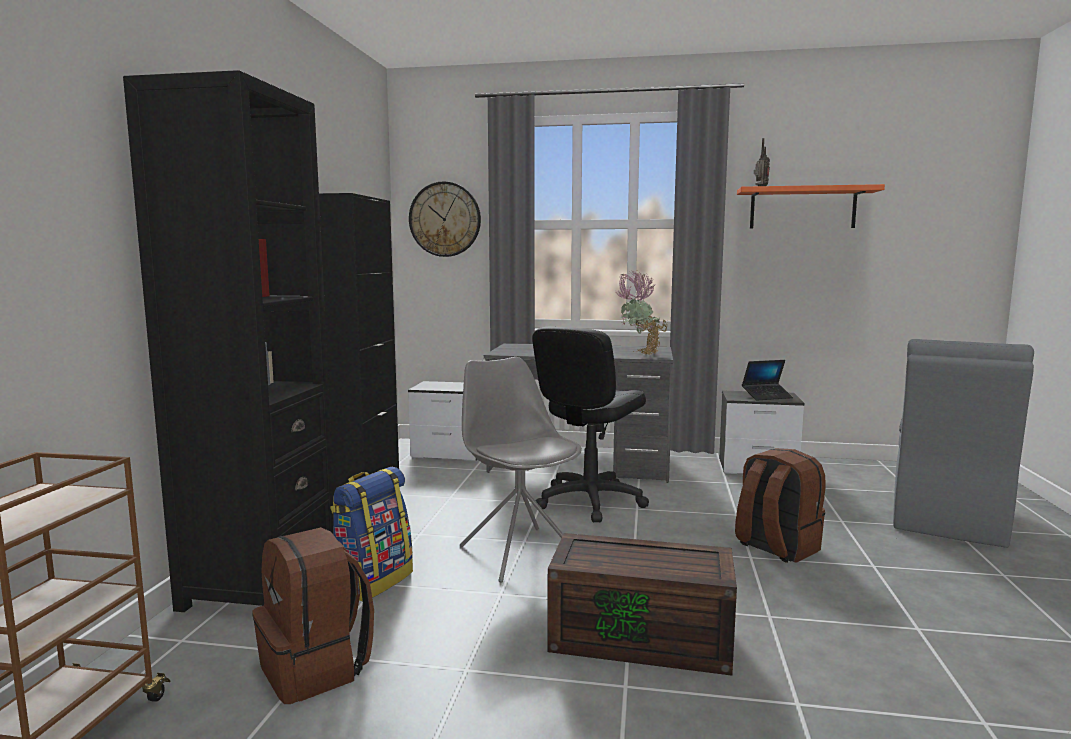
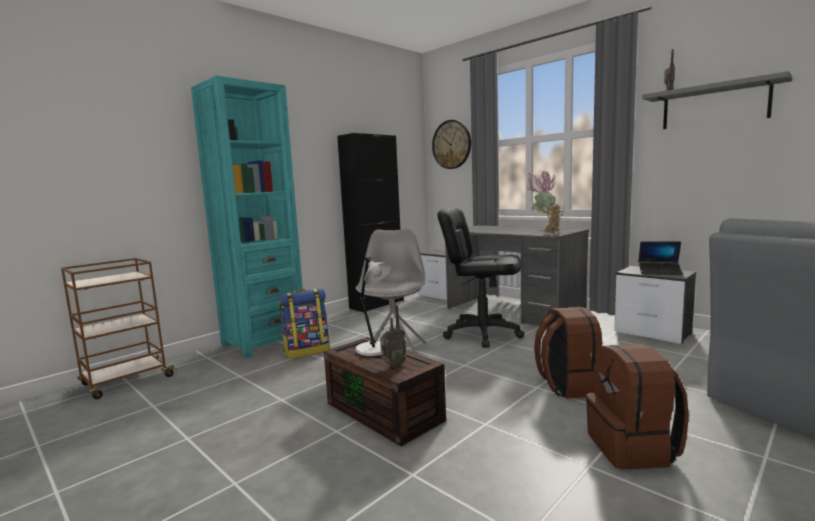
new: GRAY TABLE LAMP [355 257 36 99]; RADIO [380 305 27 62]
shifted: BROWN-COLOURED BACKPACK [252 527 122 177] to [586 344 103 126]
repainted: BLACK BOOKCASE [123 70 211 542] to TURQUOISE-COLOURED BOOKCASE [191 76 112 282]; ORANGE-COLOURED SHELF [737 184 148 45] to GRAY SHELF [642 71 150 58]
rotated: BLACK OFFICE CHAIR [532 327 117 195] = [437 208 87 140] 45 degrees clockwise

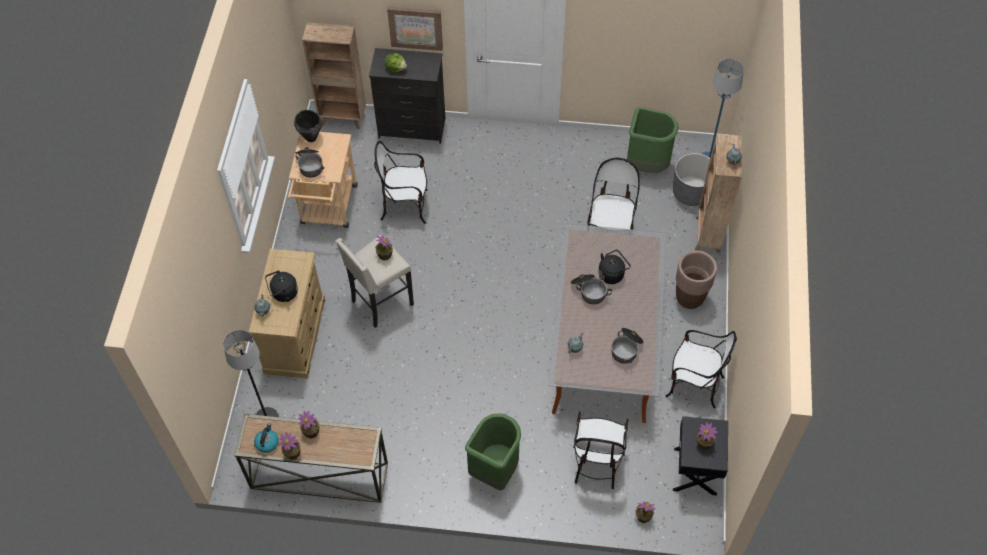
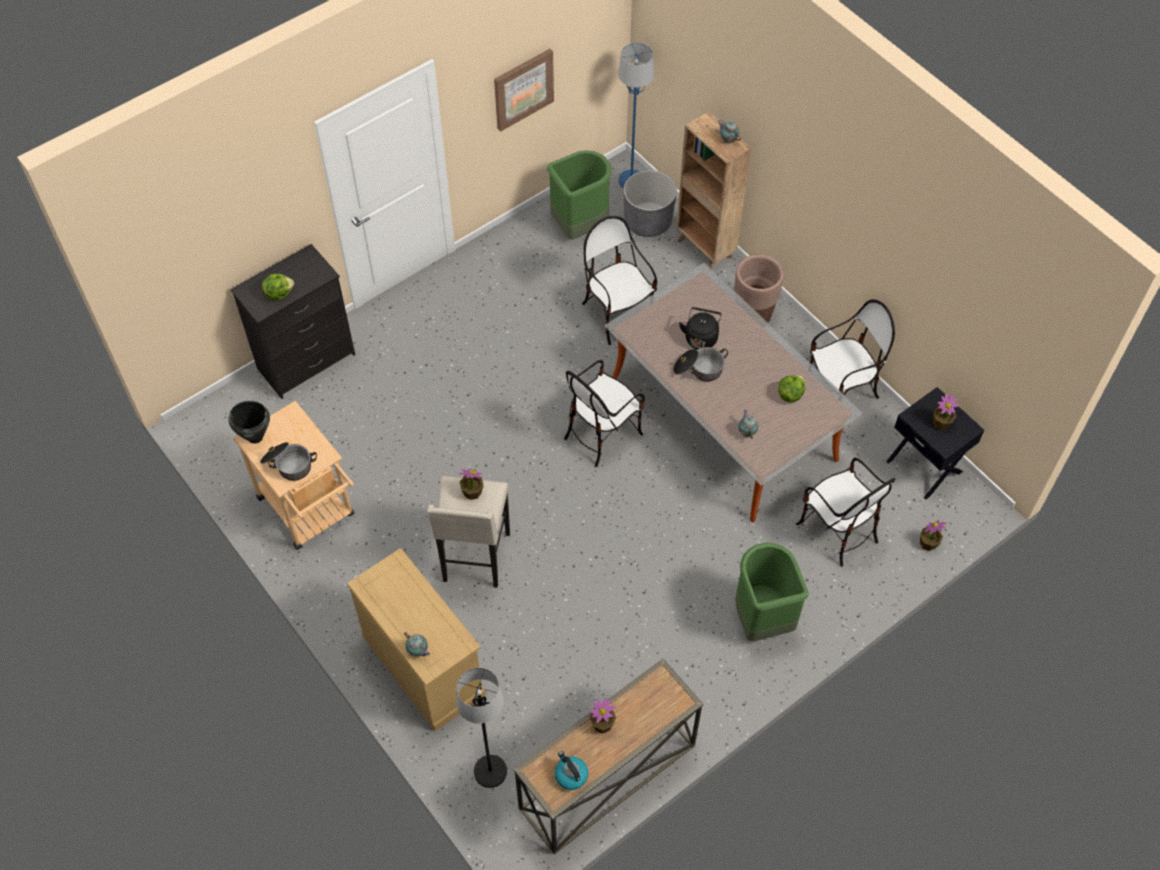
gone: BLACK KETTLE [265 270 33 32]; PLANT IN A POT [279 432 22 28]; BROWN-COLOURED BOOKCASE [302 23 64 106]
shifted: CHAIR [374 141 53 83] to [564 360 81 107]; PICTURE [387 7 56 44] to [494 49 60 83]
swapped: STOCKPOT [611 328 33 36] to LETTUCE [778 375 27 28]

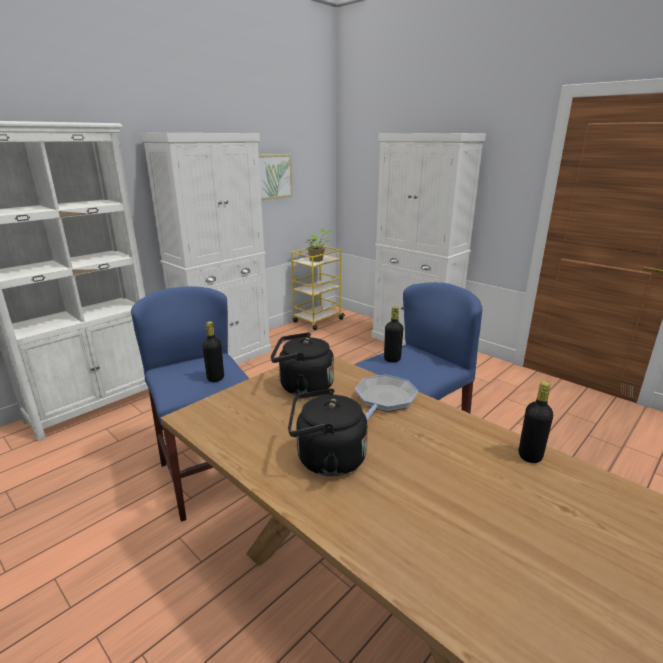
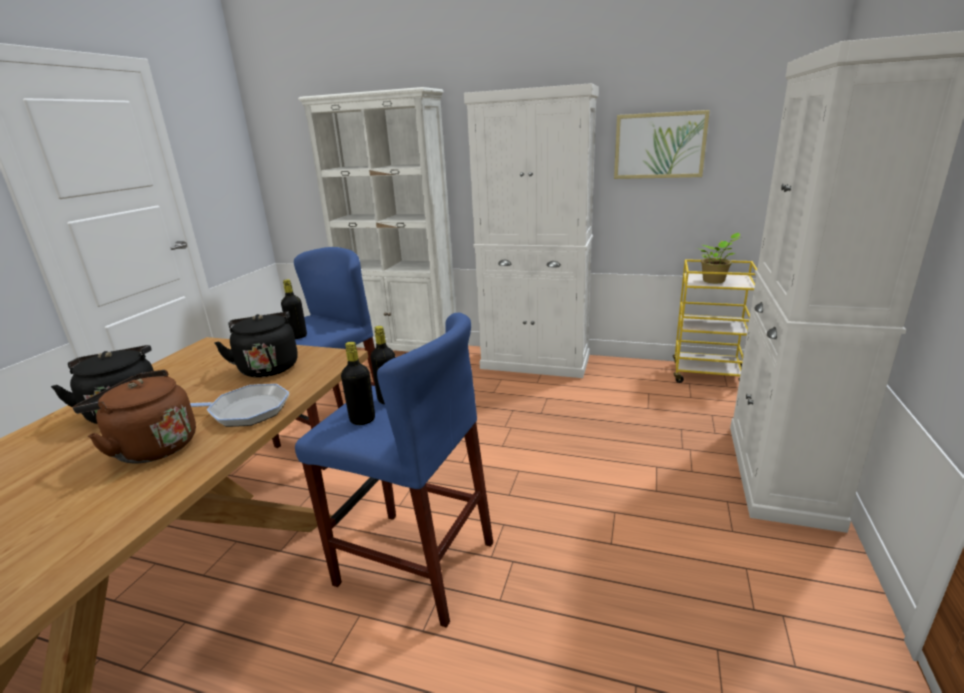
new: BROWN-COLOURED KETTLE [73 369 123 94]
shifted: BLACK BOTTLE [519 381 34 82] to [341 342 34 83]

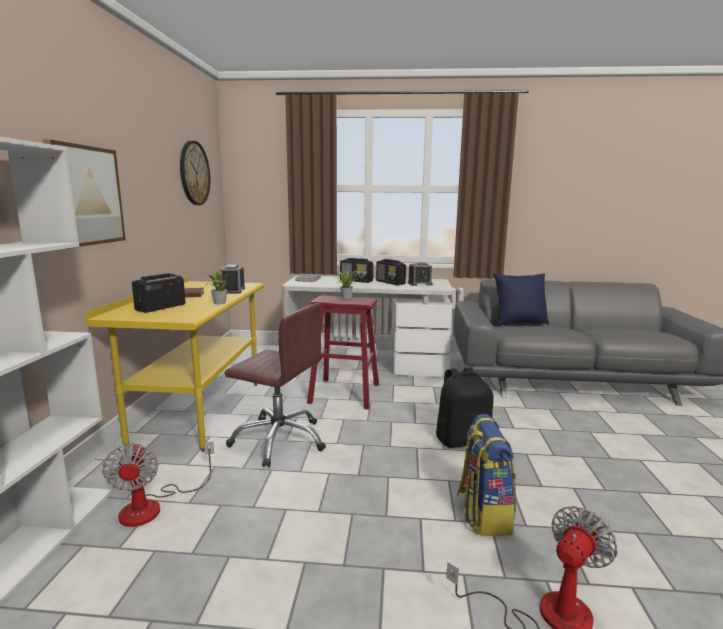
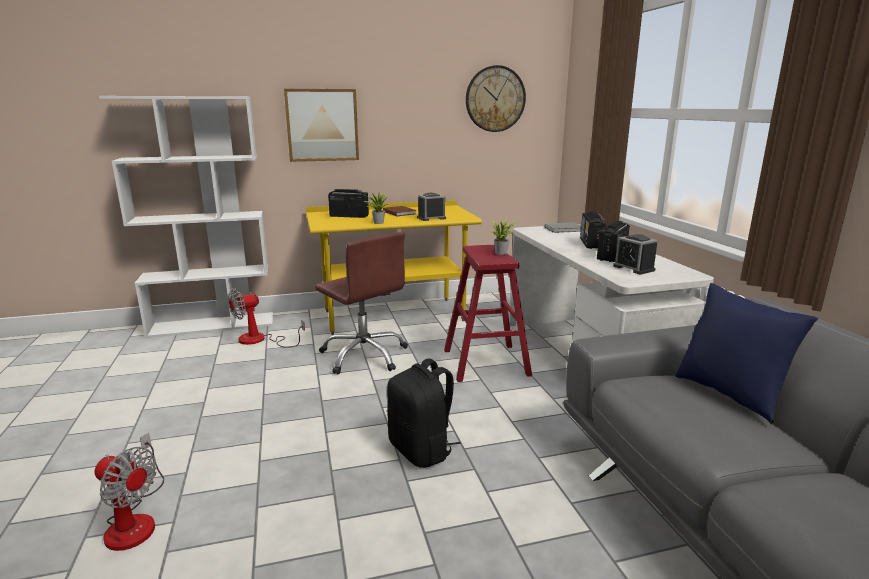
gone: BACKPACK [457 414 59 122]
rotated: BROWN-COLOURED OFFICE CHAIR [225 303 101 164] = [315 232 93 142] 45 degrees counterclockwise

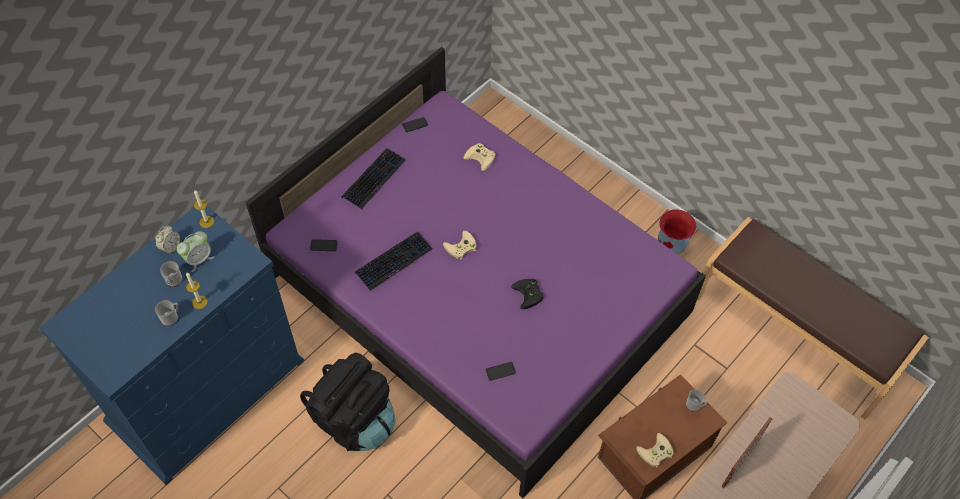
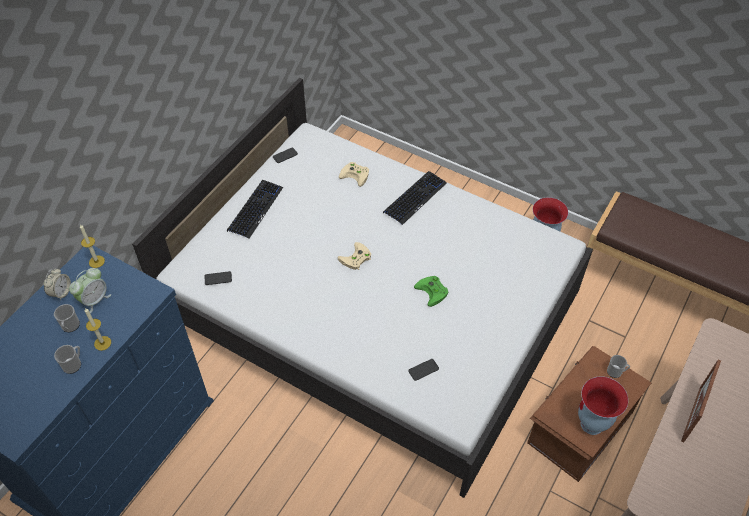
gone: BLACK BACKPACK [300 353 95 98]
shifted: KEYBOARD [354 232 78 58] to [383 171 63 54]
swapped: BEIGE-COLOURED JOYPAD [636 433 38 35] to FLOWER VASE [578 376 50 59]
repainted: PURPLISH BEDROOM BED [246 47 460 451] to WHITE BEDROOM BED [132 78 461 420]; BLACK JOYPAD [511 279 33 30] to GREENISH JOYPAD [414 276 34 31]

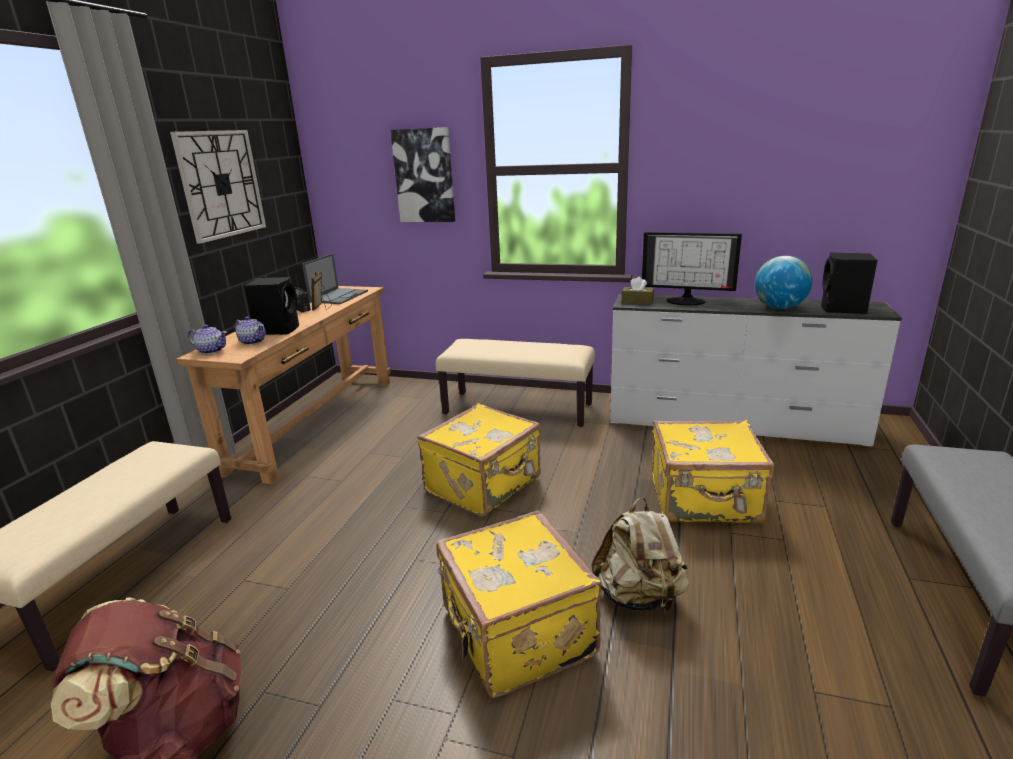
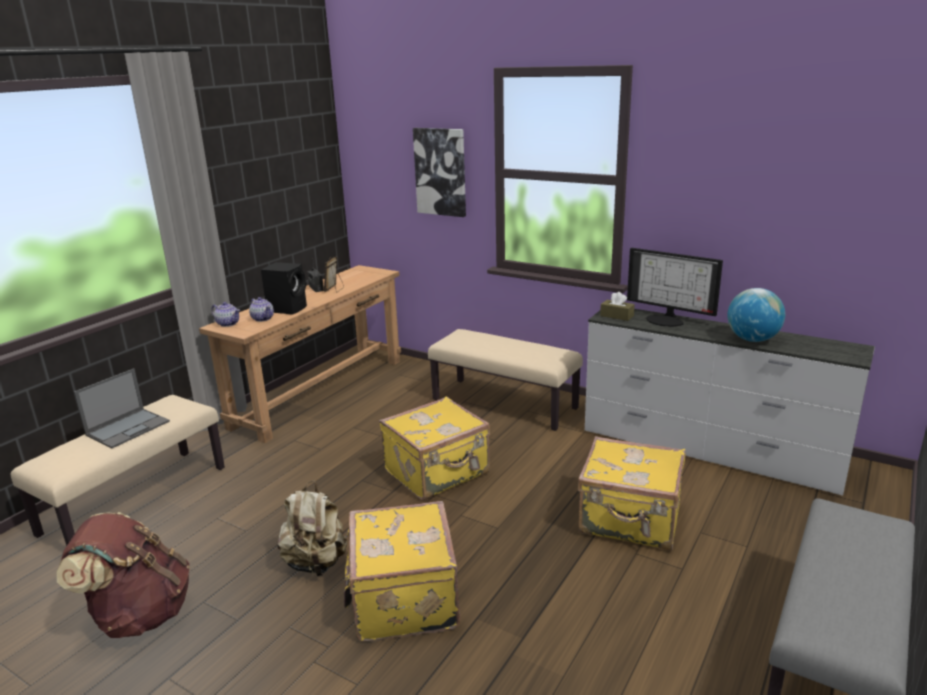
gone: CLOCK ON THE WALL [170 130 96 114]; BLACK LOUDSPEAKER [821 252 56 62]
shifted: PORTABLE COMPUTER [302 253 66 51] to [74 368 96 80]; BEIGE-COLOURED BACKPACK [592 497 97 115] to [277 481 70 95]

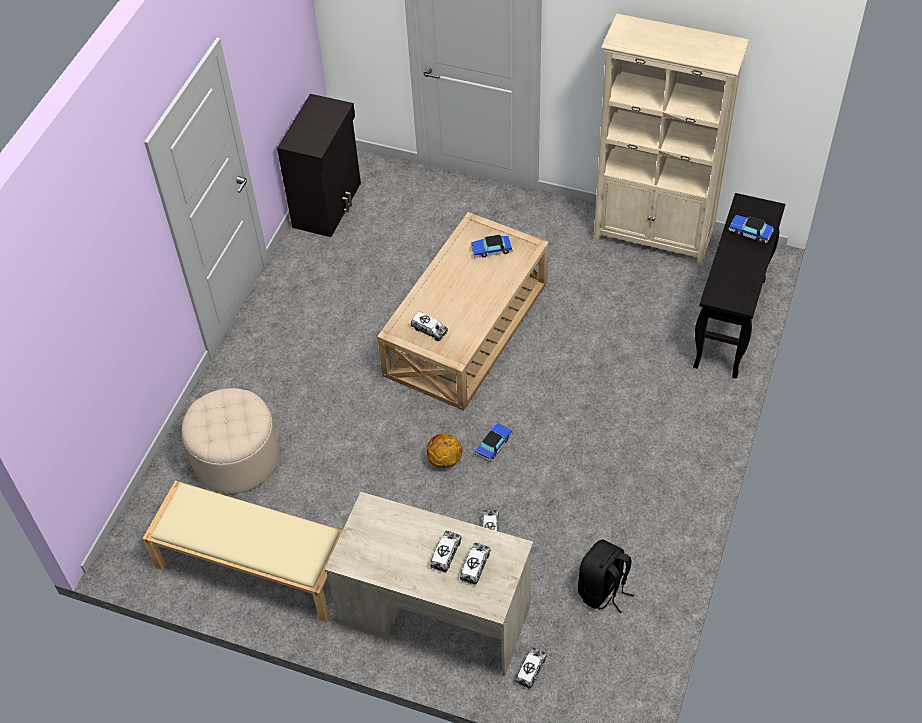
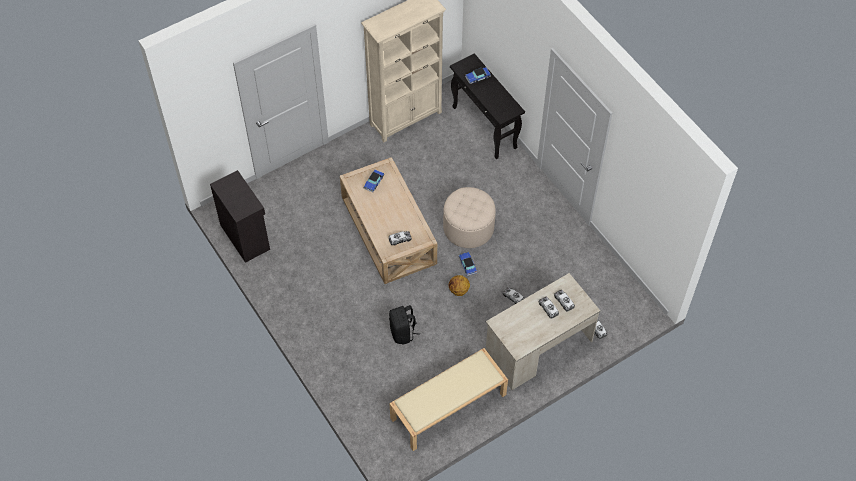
shifted: BEIGE-COLOURED FOOTREST [181 388 98 106] to [443 187 53 61]; BLACK BACKPACK [578 540 56 73] to [389 305 31 39]

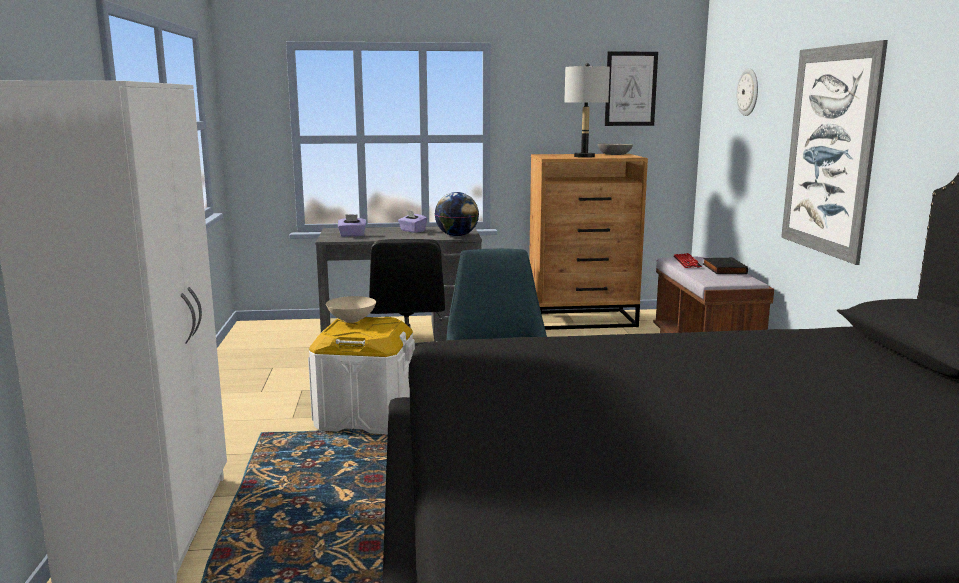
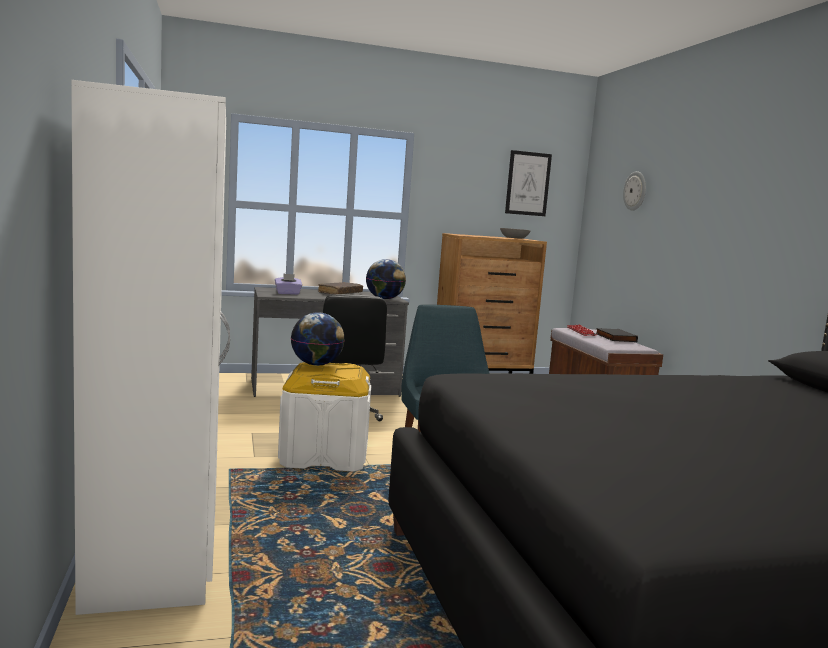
gone: GRAY TABLE LAMP [564 63 46 95]; PICTURE [781 40 107 225]
swapped: BEIGE-COLOURED SERVING BOWL [326 296 50 27] to DESK GLOBE [291 312 54 54]; PURPLISH TISSUE HOLDER [398 210 29 23] to BROWN-COLOURED VOLUME [318 282 45 12]

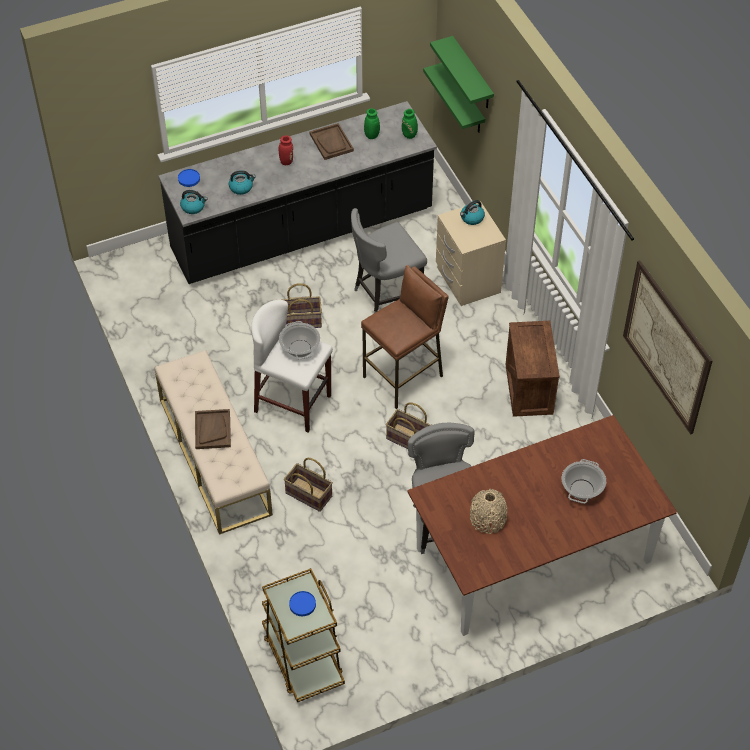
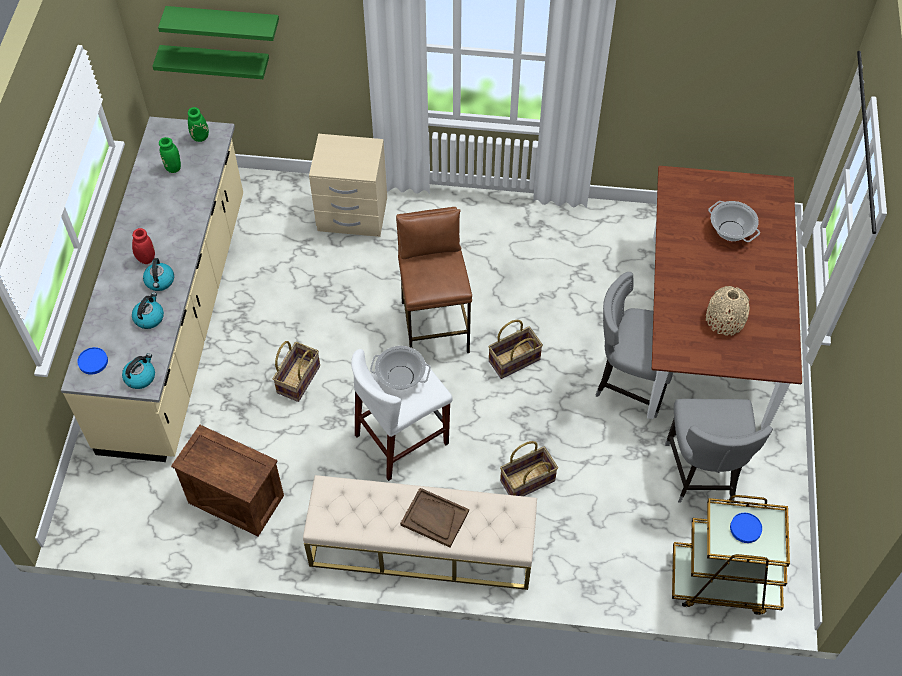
gone: BROWN-COLOURED SERVING TRAY [310 123 44 37]; PICTURE [623 260 90 175]
shifted: GRAY CHAIR [351 208 76 105] to [665 399 108 104]; KETTLE [460 200 25 25] to [143 258 31 33]; CRATE [505 321 55 96] to [171 425 113 111]
repainted: BLACK KITCHEN COUNTER [158 101 279 183] to BEIGE-COLOURED KITCHEN COUNTER [61 117 182 345]

